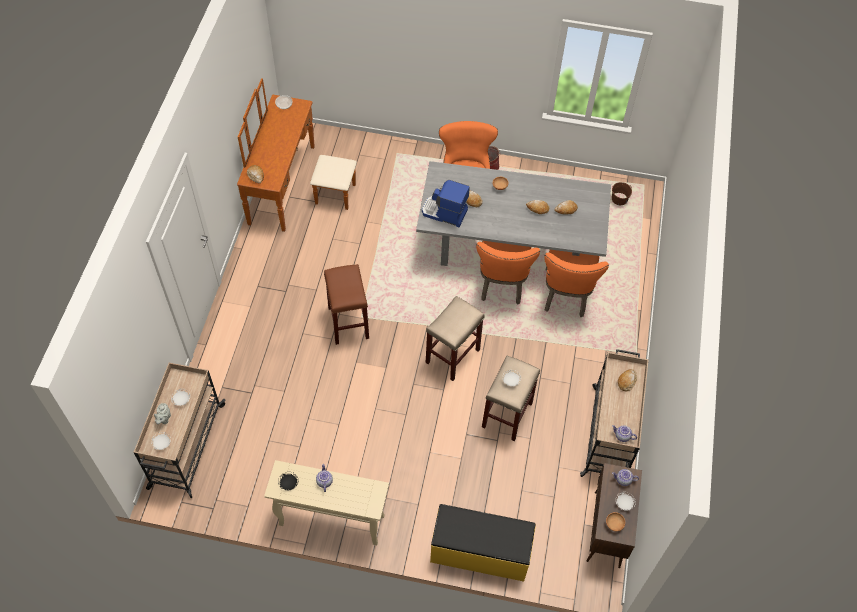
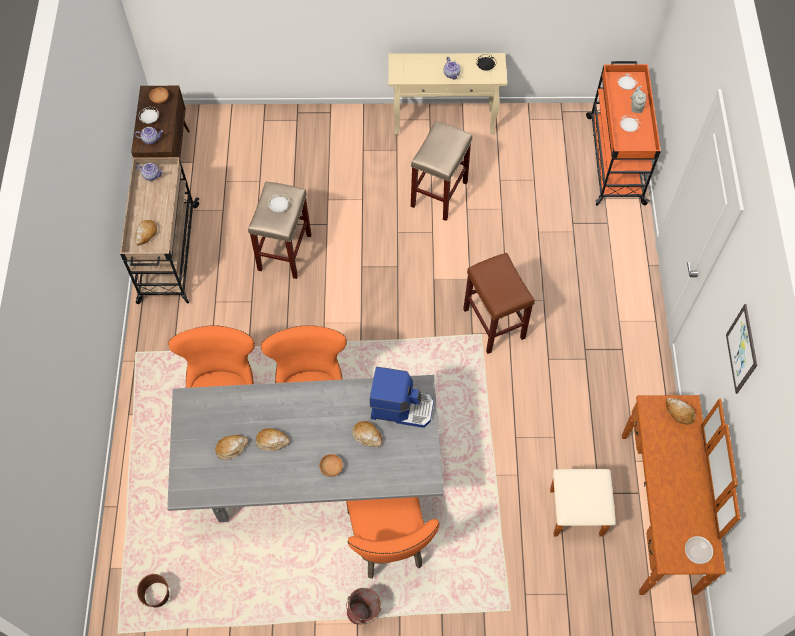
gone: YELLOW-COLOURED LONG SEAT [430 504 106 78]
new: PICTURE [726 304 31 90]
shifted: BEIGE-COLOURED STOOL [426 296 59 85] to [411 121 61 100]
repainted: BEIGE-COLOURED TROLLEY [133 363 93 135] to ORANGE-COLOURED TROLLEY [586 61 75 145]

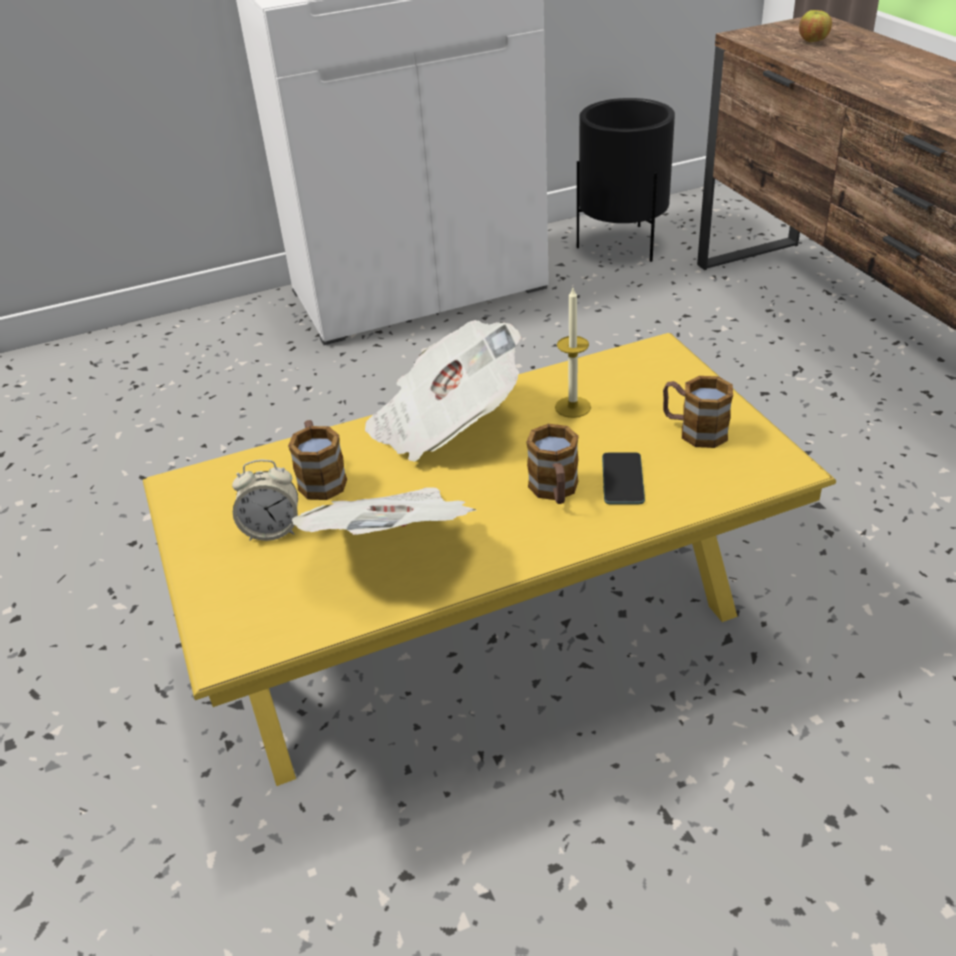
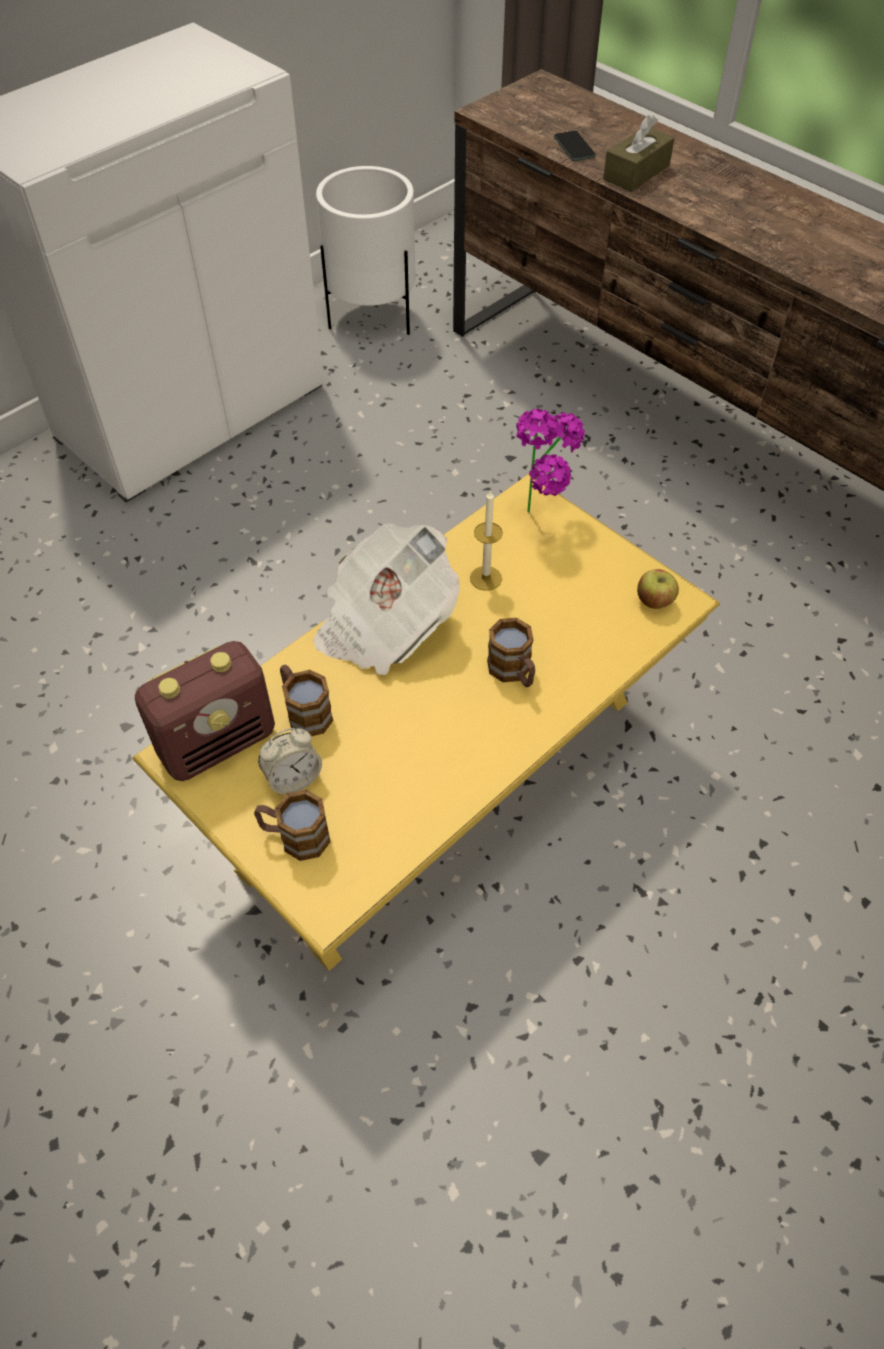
gone: DAILY PAPER [292 487 184 48]
new: RADIO [135 641 140 140]; PLANT IN A POT [516 408 69 105]; BROWN-COLOURED TISSUE HOLDER [603 115 72 77]
shifted: HANDSET [602 452 43 52] to [554 131 42 30]; TEA MUG [663 376 70 72] to [254 790 76 71]; APPLE [799 10 33 32] to [637 569 42 40]
repainted: BLACK PLANT POT [577 98 98 164] to WHITE PLANT POT [316 166 99 169]

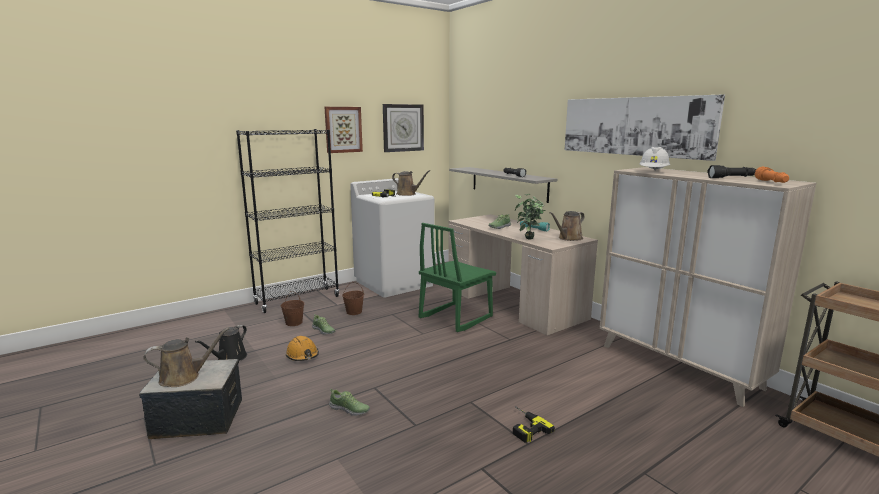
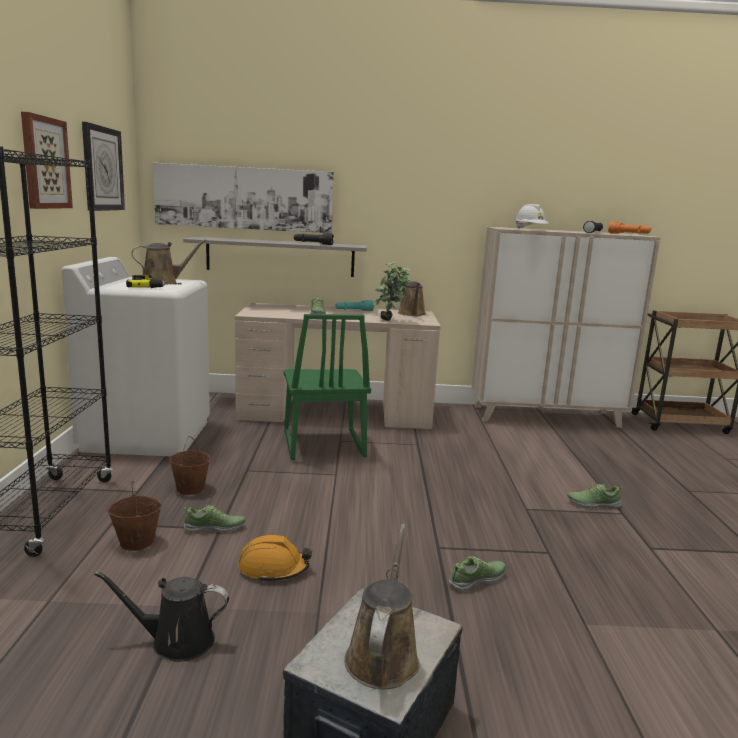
shifted: PICTURE [565 95 160 66] to [153 163 181 70]
swapped: DRILL [513 406 42 37] to ITEM OF FOOTWEAR [567 484 55 25]
rotated: BLACK WATERING CAN [195 325 52 36] = [94 571 135 91] 120 degrees clockwise

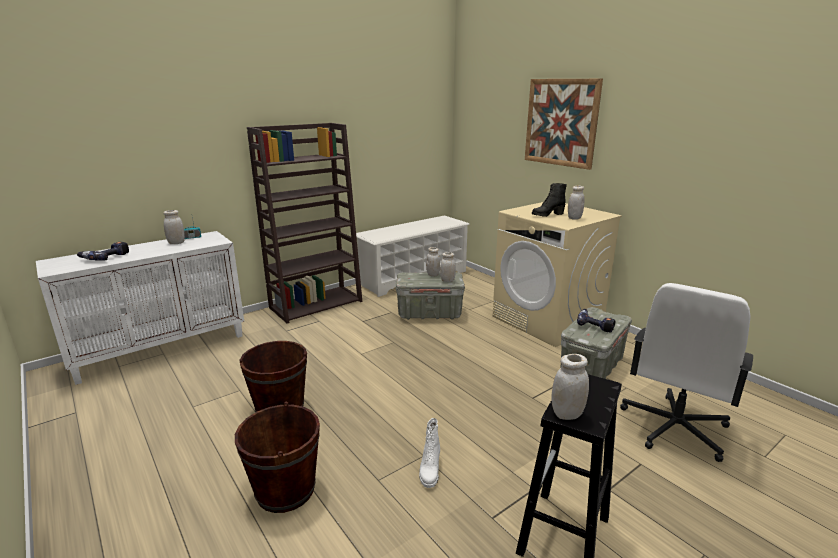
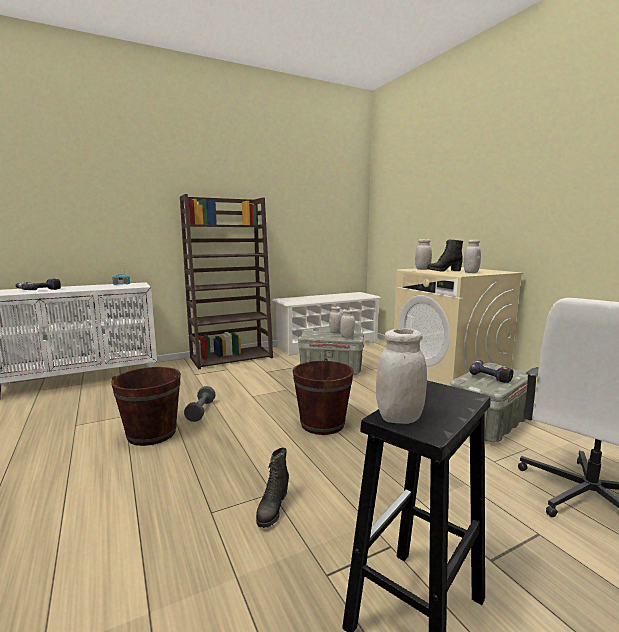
gone: PICTURE [525 79 78 91]
new: GRAY HAND WEIGHT [184 386 32 36]
shifted: WHITE PRESERVE JAR [163 210 22 34] to [415 239 17 31]; BROWN-COLOURED WATER BUCKET [235 402 85 111] to [292 358 62 77]
repainted: WHITE BOOT [419 418 21 70] to BLACK BOOT [256 448 33 80]

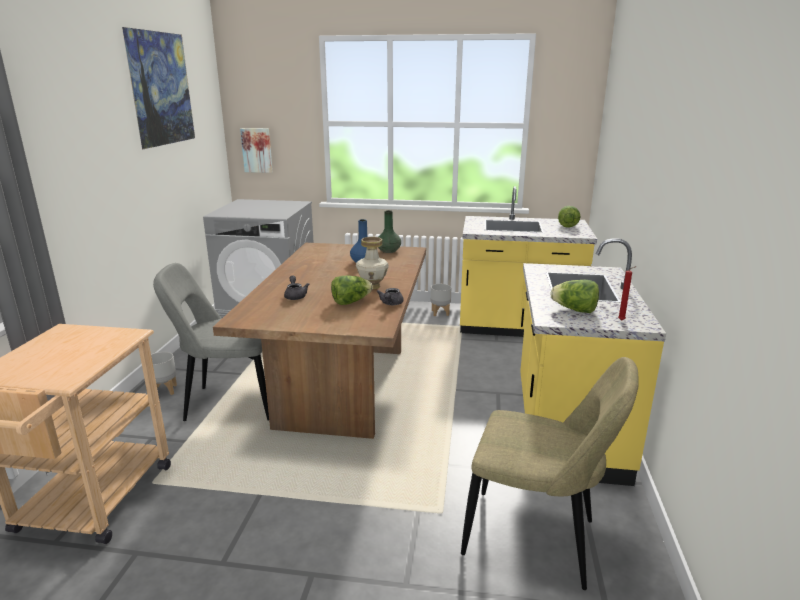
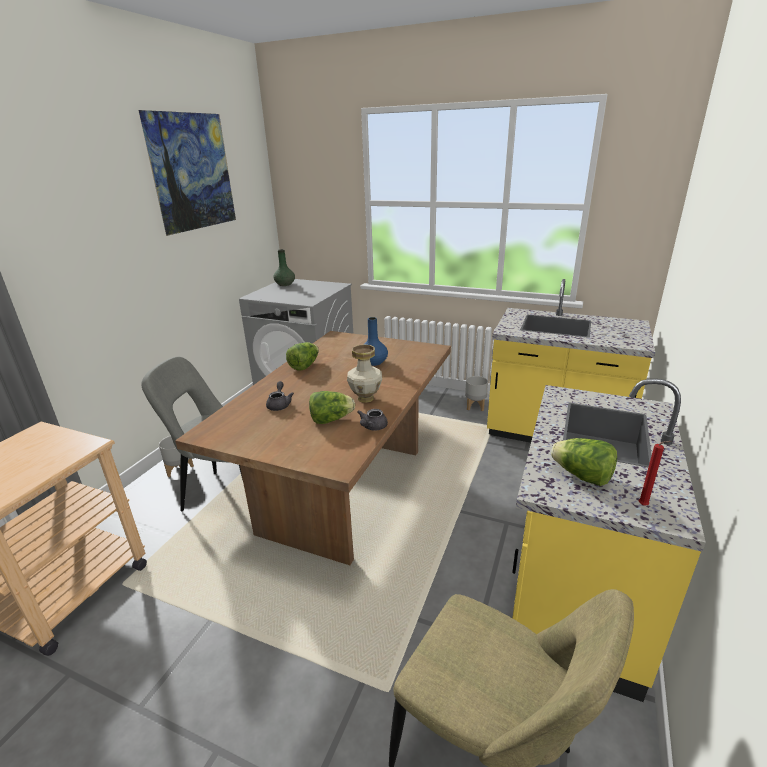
gone: PICTURE [240 128 33 45]
shifted: GREENISH FLOWER VASE [378 210 23 43] to [274 249 21 37]; LETTUCE [558 206 23 22] to [286 342 33 29]

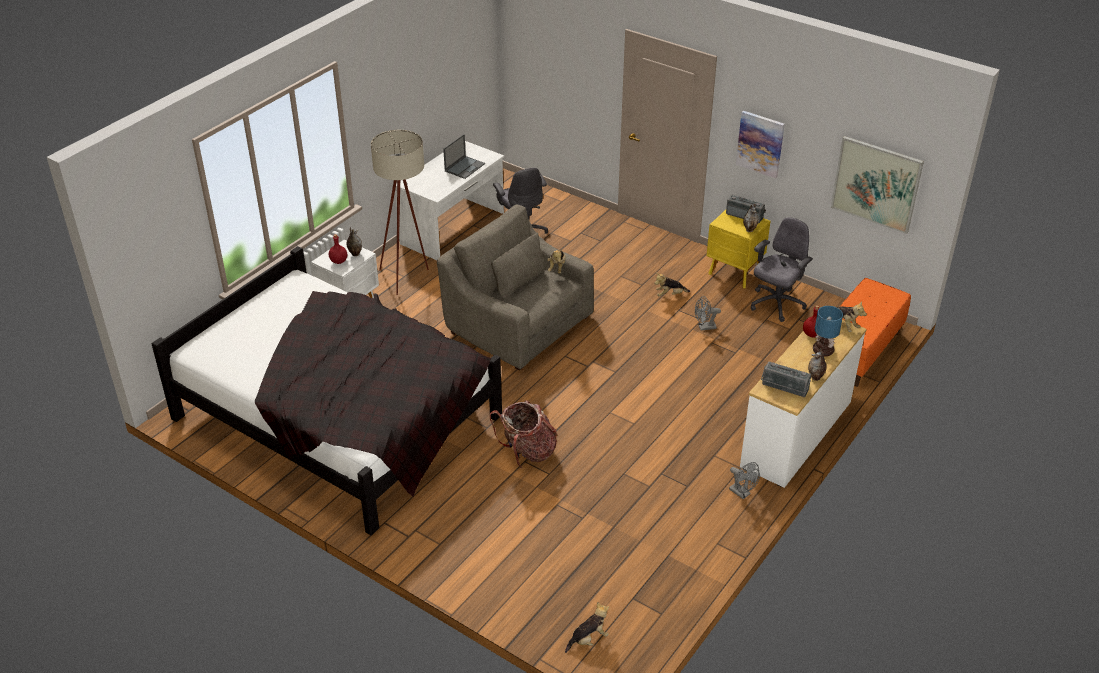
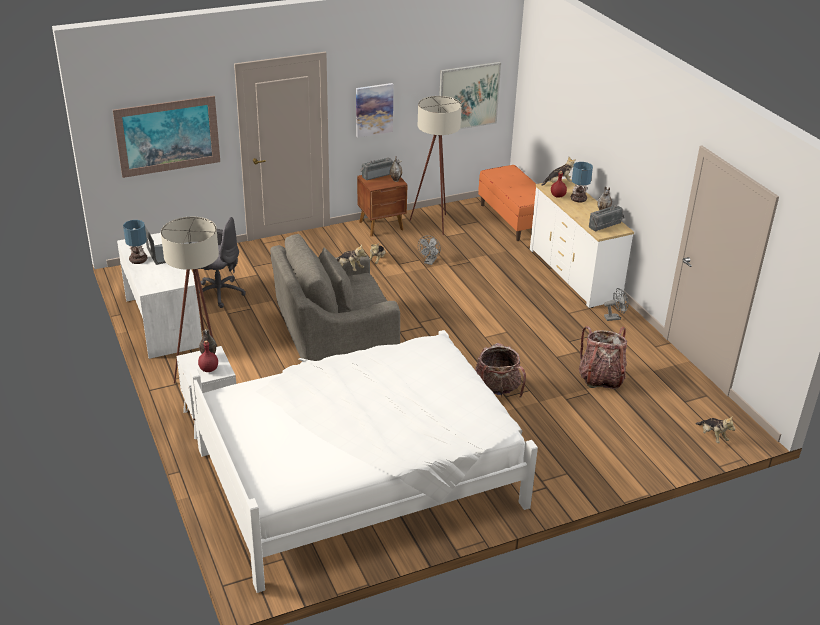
new: PICTURE [113 96 107 82]; TABLE LAMP [123 220 25 44]; BACKPACK [579 326 48 63]
swapped: GRAY OFFICE CHAIR [751 217 62 105] to BEIGE-COLOURED STANDING LAMP [410 96 52 139]
repainted: BLACK BEDROOM BED [152 246 350 289] to WHITE BEDROOM BED [189 330 349 263]; YELLOW-COLOURED NIGHT TABLE [707 210 64 78] to BROWN-COLOURED NIGHT TABLE [357 175 51 61]
rotated: CUDDLY TOY [565 602 44 51] = [696 417 39 26] 150 degrees clockwise

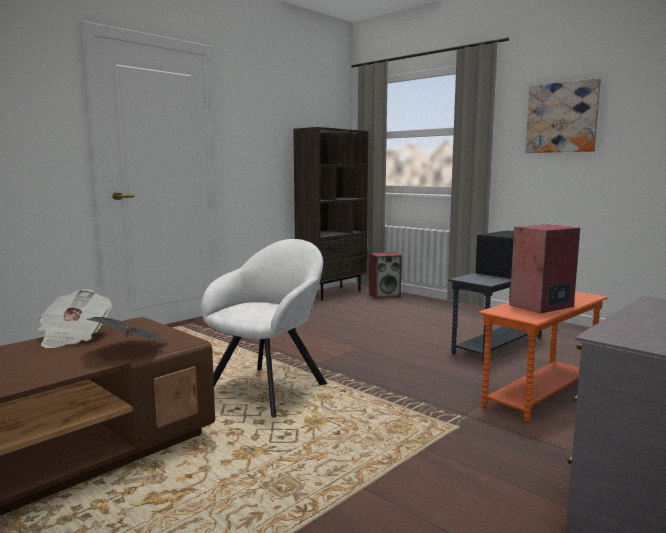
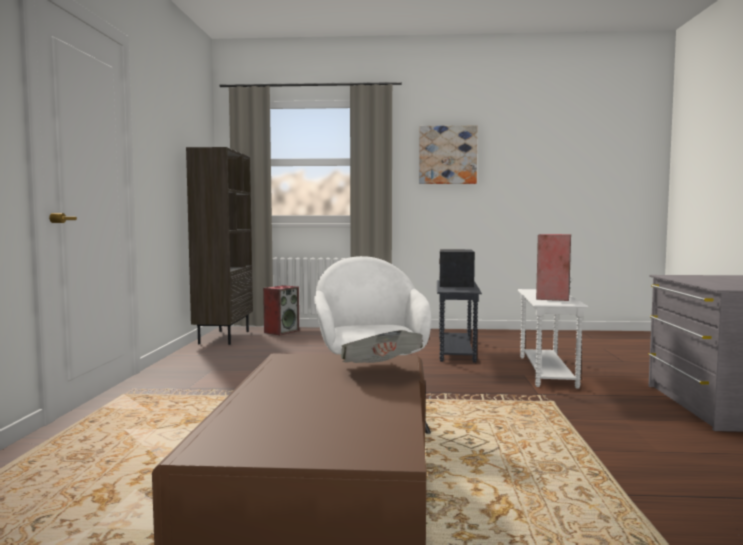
gone: DAILY PAPER [38 289 74 59]
repainted: ORANGE-COLOURED ACCENT TABLE [478 291 130 132] to WHITE ACCENT TABLE [518 289 71 100]

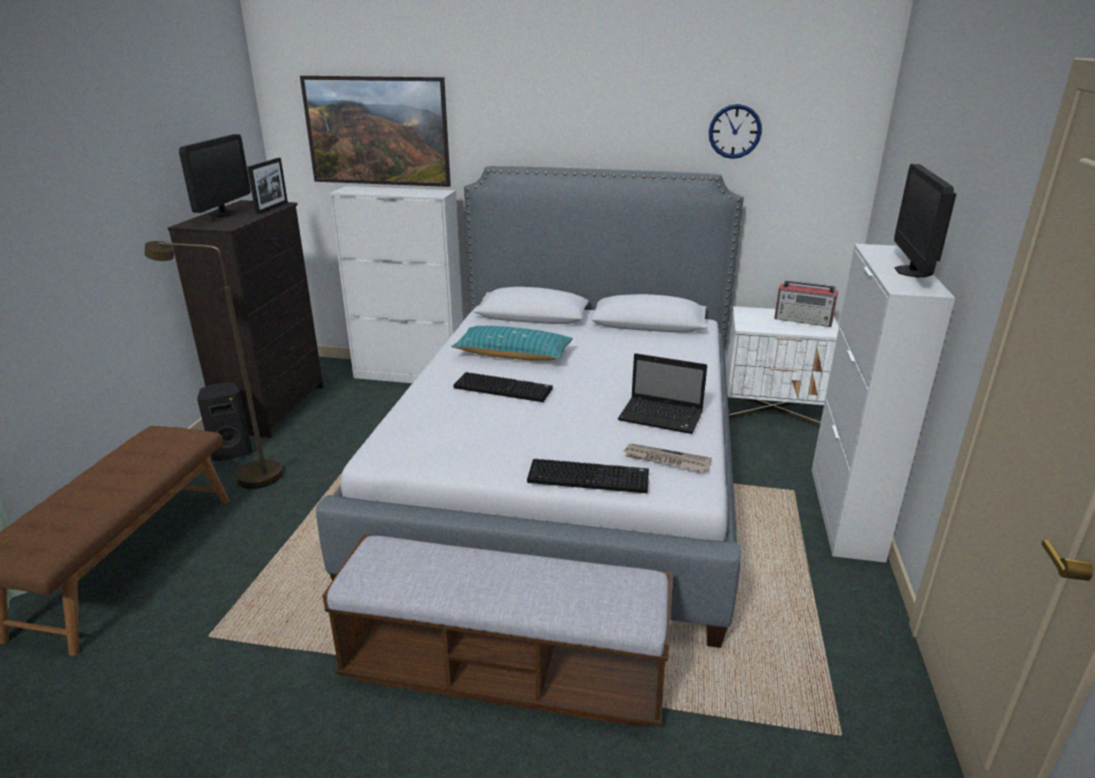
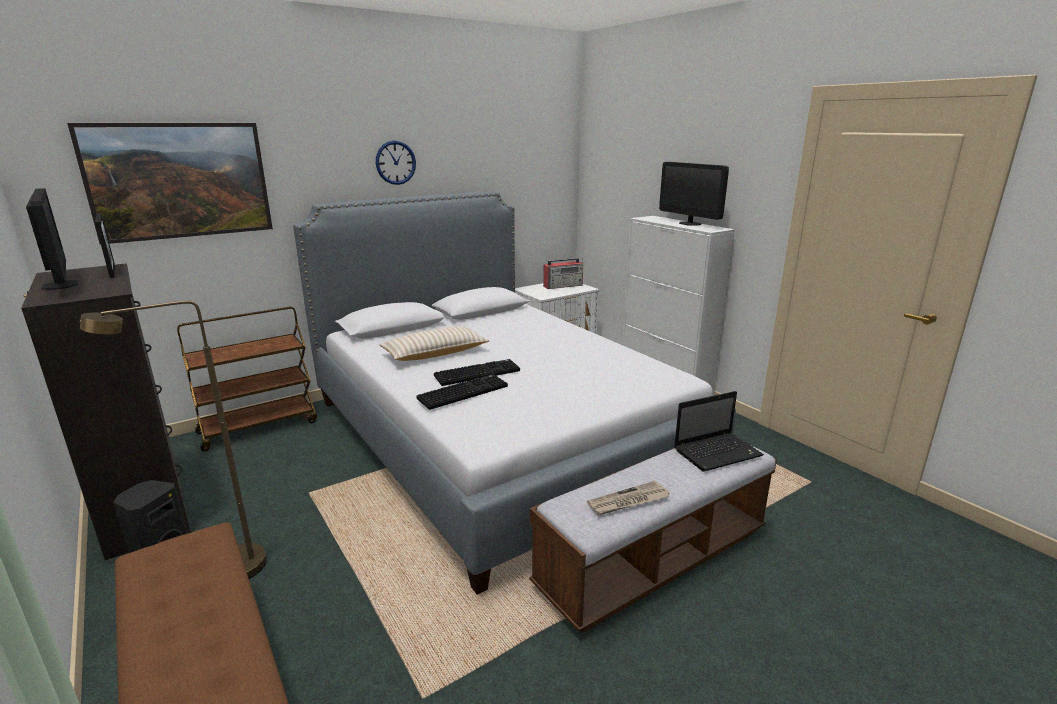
shifted: KEYBOARD [527 459 122 34] to [417 374 91 36]; PORTABLE COMPUTER [618 353 89 81] to [674 391 90 81]; DAILY PAPER [622 443 90 29] to [587 481 82 34]; CLOCK ON THE WALL [709 104 53 55] to [375 141 41 44]
swapped: WHITE CABINET [329 186 134 197] to BROWN-COLOURED TROLLEY [177 307 140 144]
repainted: TURQUOISE-COLOURED THROW PILLOW [451 326 122 35] to BEIGE-COLOURED THROW PILLOW [379 327 110 34]

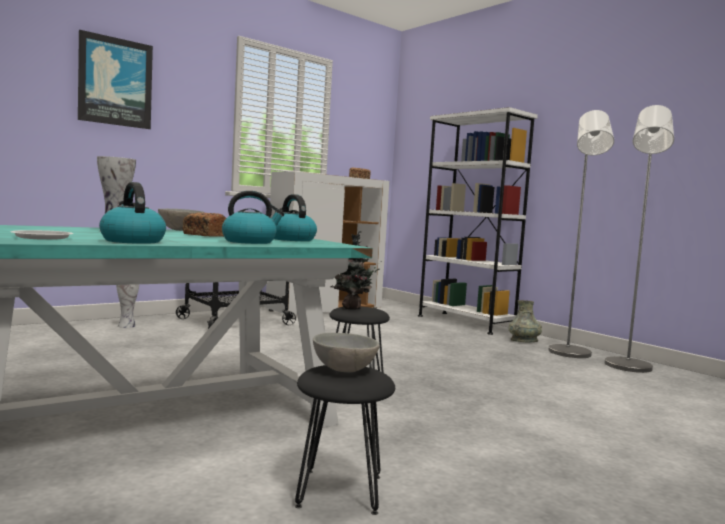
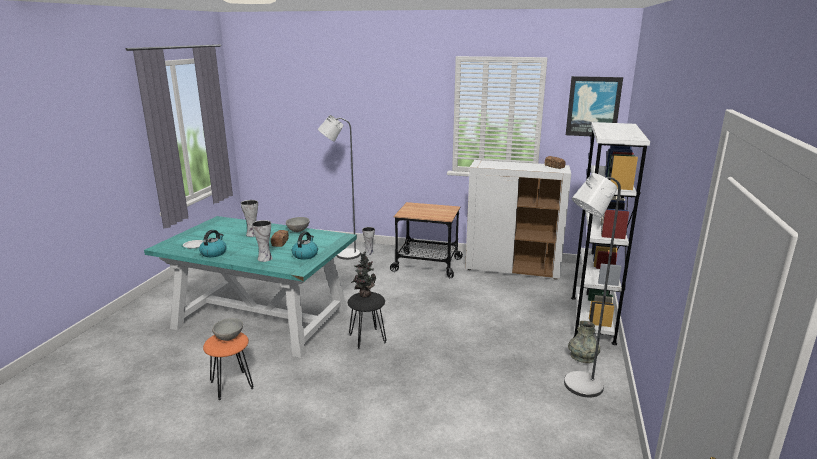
shifted: PICTURE [78 30 75 99] to [566 76 57 60]; GRAY STANDING LAMP [605 105 69 268] to [318 115 42 145]
swapped: KETTLE [222 191 62 53] to FLOWER VASE [252 220 21 42]
repainted: BLACK STOOL [295 365 100 150] to ORANGE-COLOURED STOOL [203 332 50 68]

